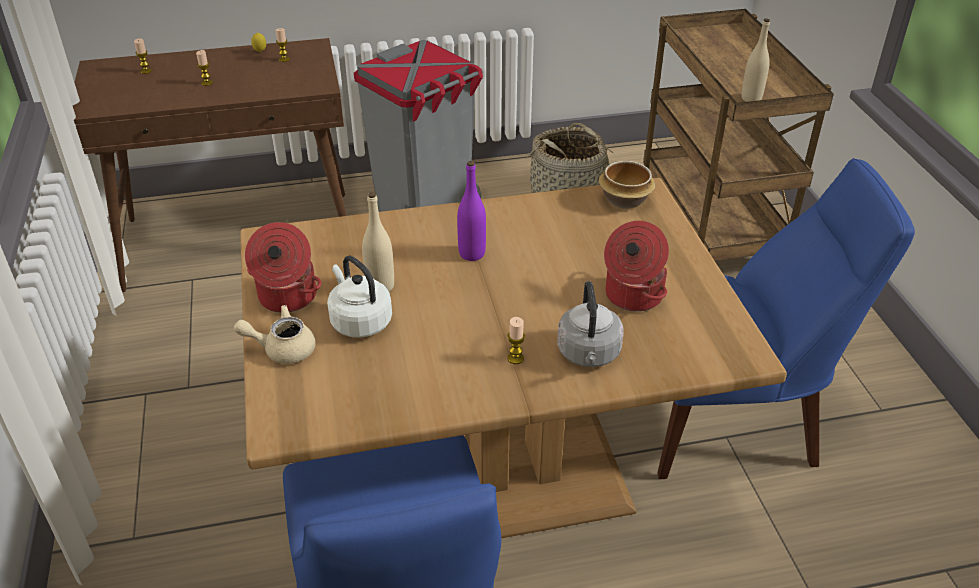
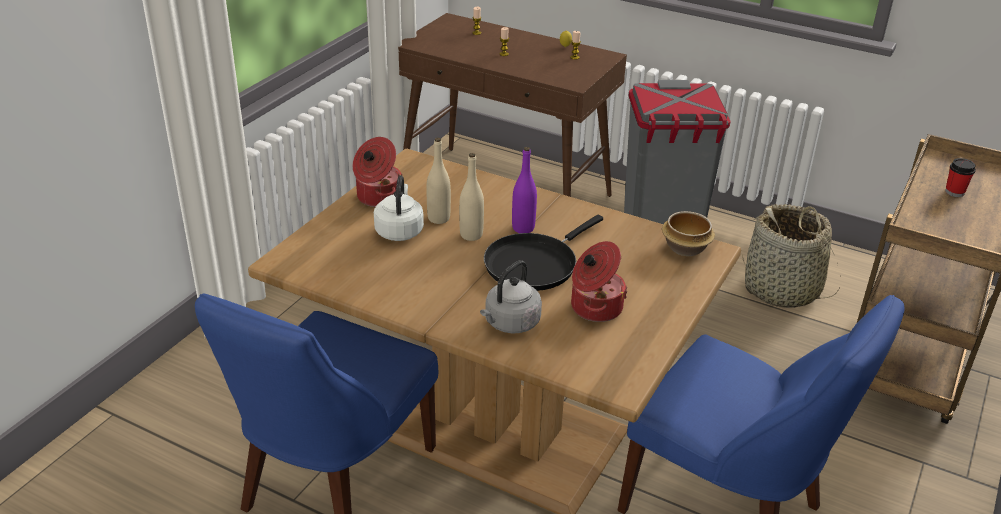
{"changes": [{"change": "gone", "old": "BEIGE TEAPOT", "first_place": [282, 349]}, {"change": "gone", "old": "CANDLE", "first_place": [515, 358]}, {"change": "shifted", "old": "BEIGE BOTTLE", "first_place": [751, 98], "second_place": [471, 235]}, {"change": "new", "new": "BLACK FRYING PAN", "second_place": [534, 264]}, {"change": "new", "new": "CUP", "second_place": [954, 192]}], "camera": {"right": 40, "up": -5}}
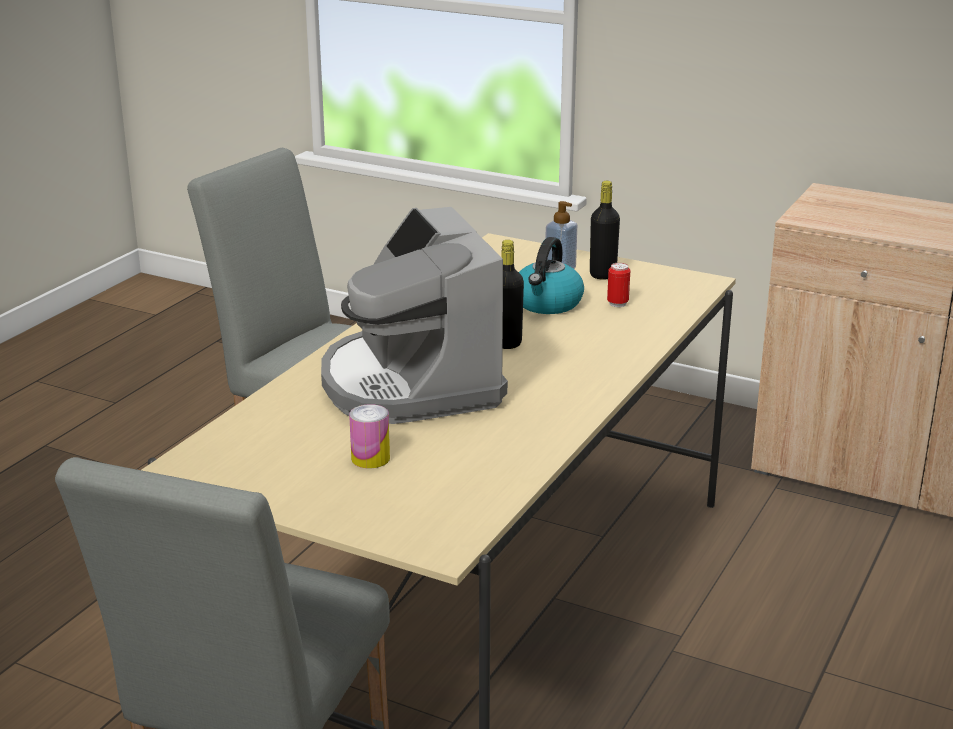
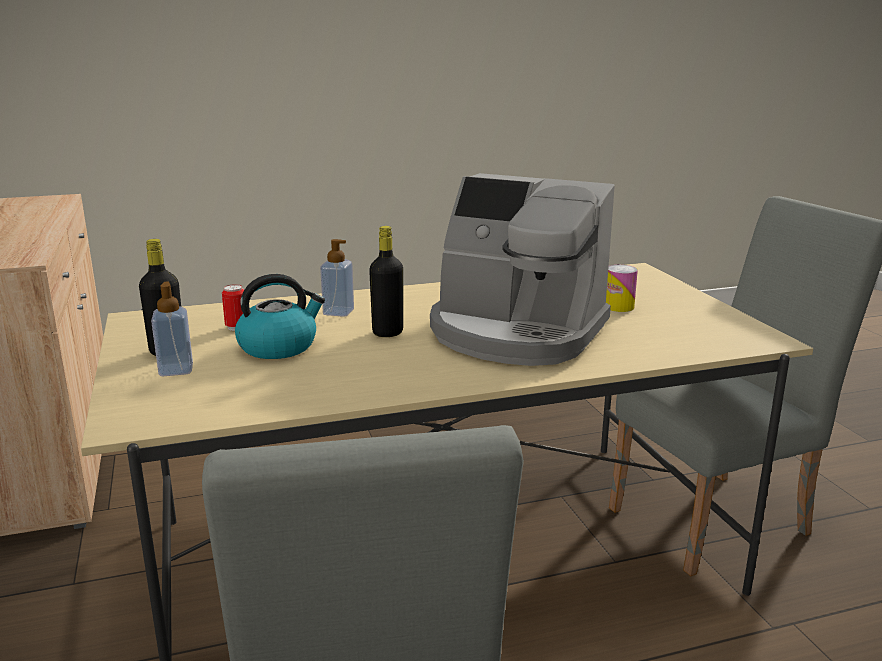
{"changes": [{"change": "rotated", "old": "COFFEE MACHINE", "first_place": [410, 383], "second_place": [516, 333], "degrees": 90}, {"change": "new", "new": "SOAP DISPENSER", "second_place": [338, 312]}], "camera": {"right": -135, "up": -5}}
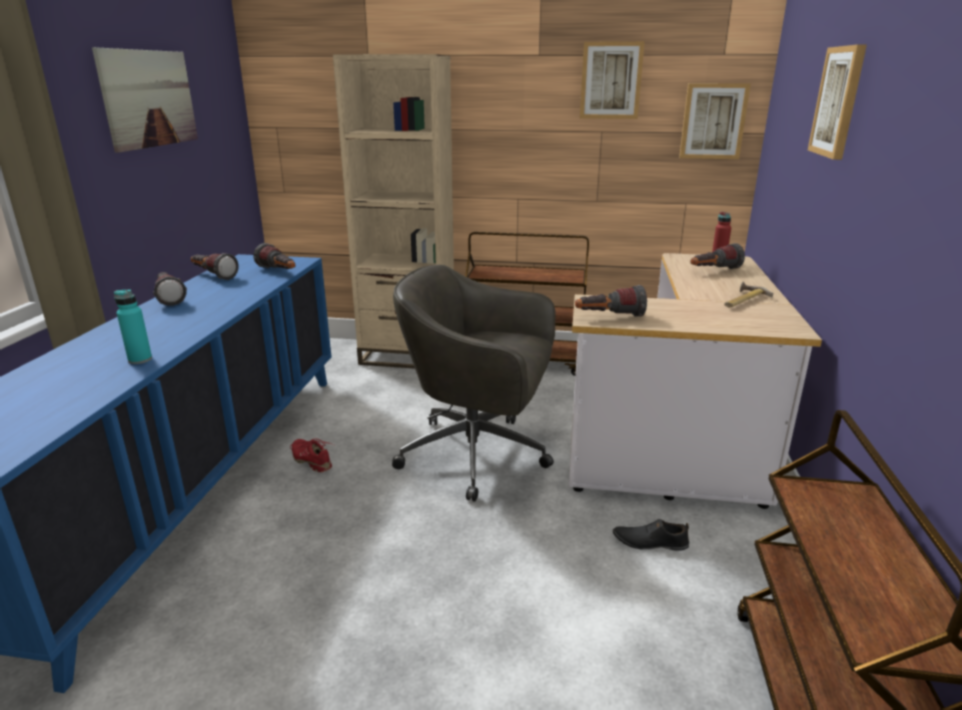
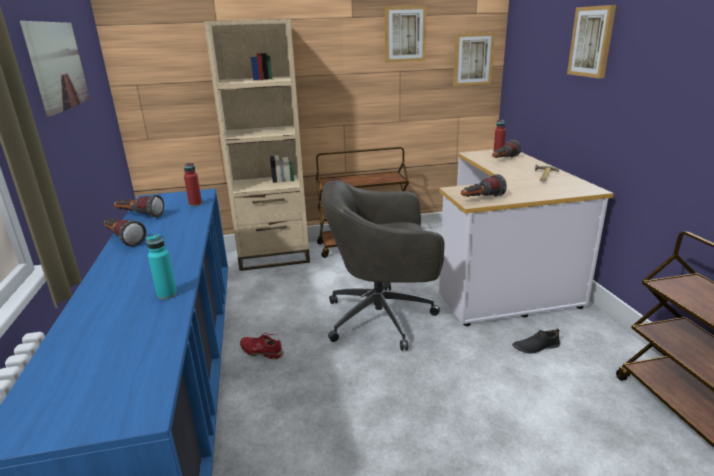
{"changes": [{"change": "swapped", "old": "FLASHLIGHT", "new": "RED BOTTLE", "first_place": [279, 272], "second_place": [195, 204]}], "camera": {"right": -20, "up": 0}}
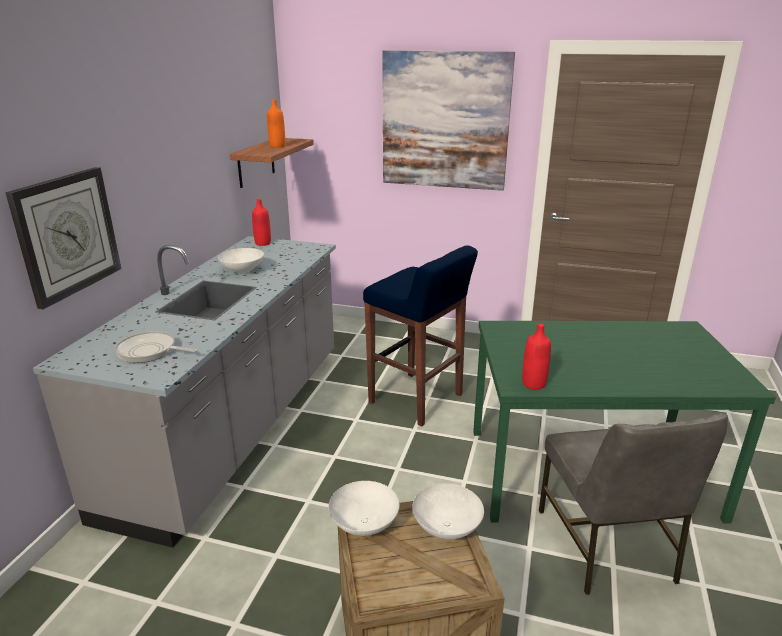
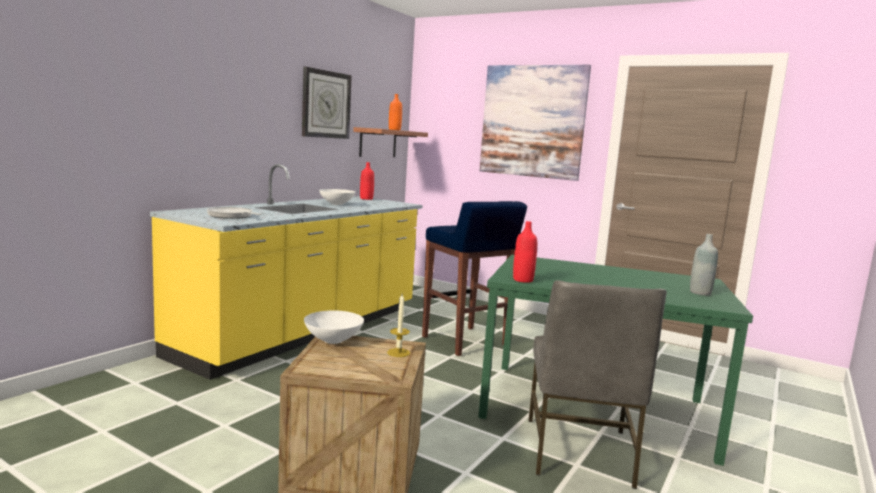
{"changes": [{"change": "shifted", "old": "WALL CLOCK", "first_place": [67, 235], "second_place": [326, 104]}, {"change": "repainted", "old": "GREY COUNTER", "new": "YELLOW COUNTER", "first_place": [235, 427], "second_place": [304, 331]}, {"change": "swapped", "old": "WHITE BOWL", "new": "CANDLE", "first_place": [447, 527], "second_place": [398, 352]}, {"change": "new", "new": "GREY BOTTLE", "second_place": [700, 292]}], "camera": {"right": 15, "up": -15}}
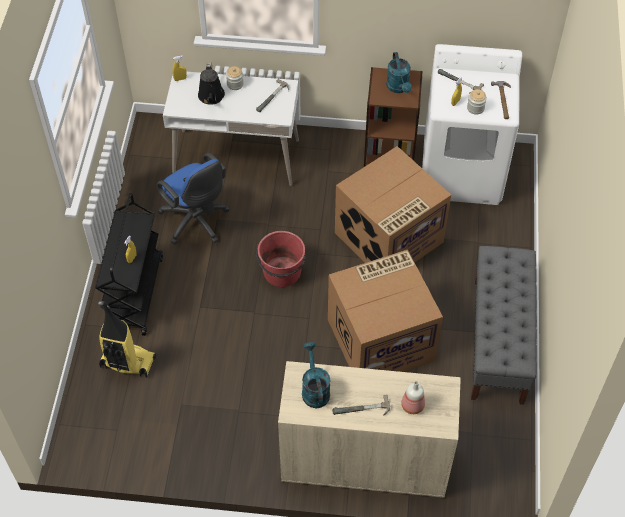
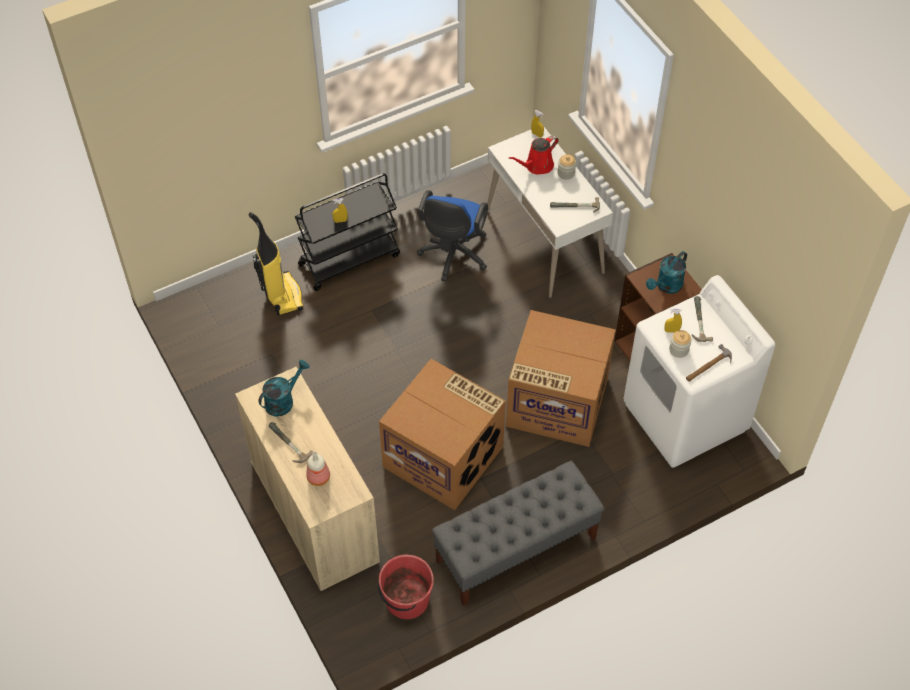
{"changes": [{"change": "repainted", "old": "BLACK WATERING CAN", "new": "RED WATERING CAN", "first_place": [211, 97], "second_place": [537, 166]}, {"change": "shifted", "old": "RED BUCKET", "first_place": [282, 272], "second_place": [406, 599]}], "camera": {"right": 55, "up": 0}}
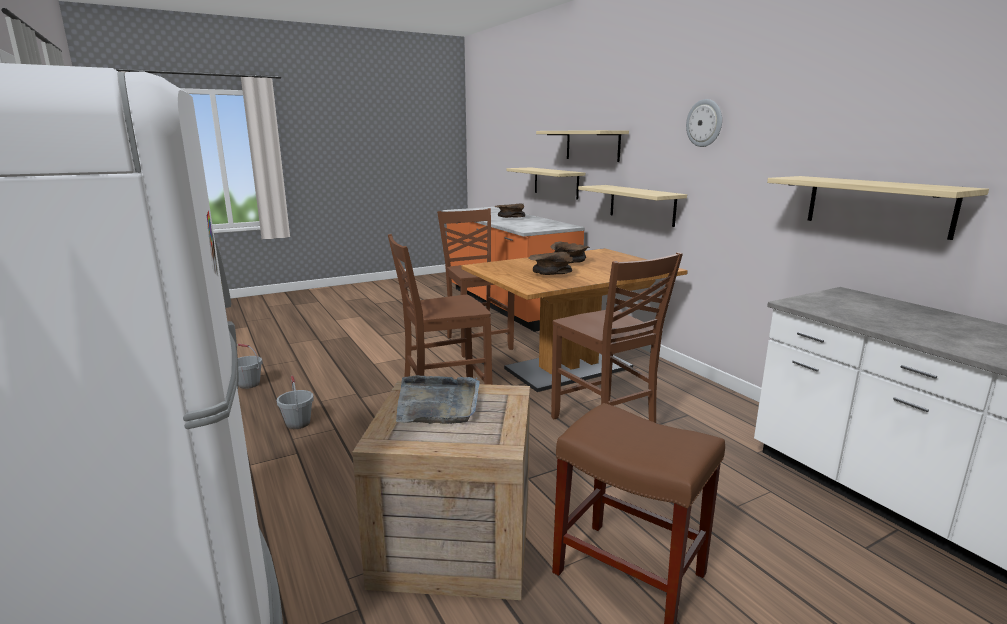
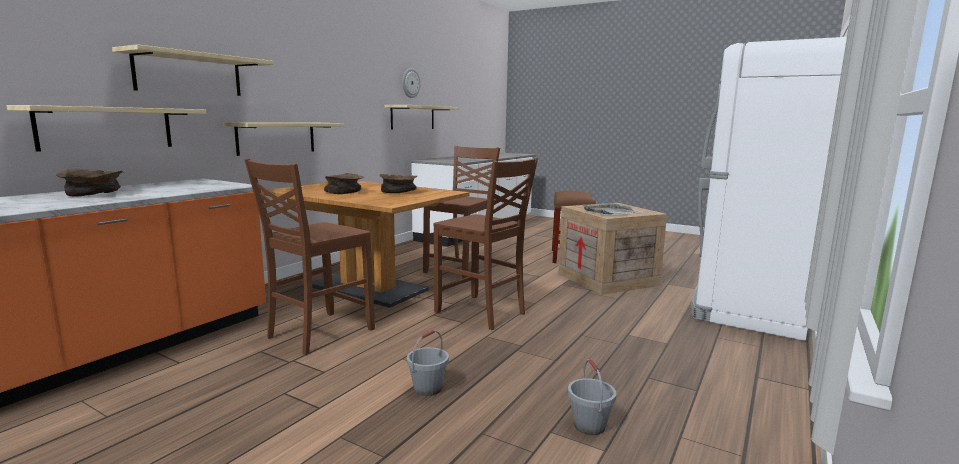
{"changes": [{"change": "shifted", "old": "GREY BUCKET", "first_place": [298, 423], "second_place": [428, 389]}, {"change": "shifted", "old": "WALL CLOCK", "first_place": [704, 123], "second_place": [410, 83]}], "camera": {"right": -120, "up": -5}}
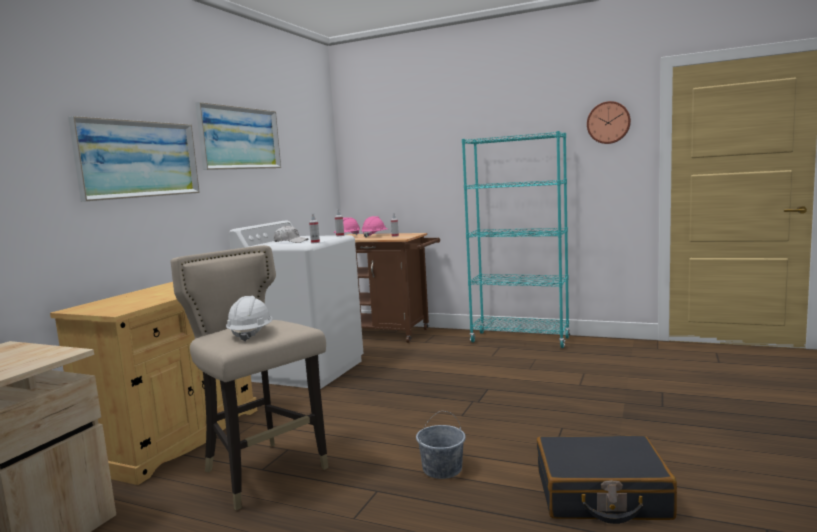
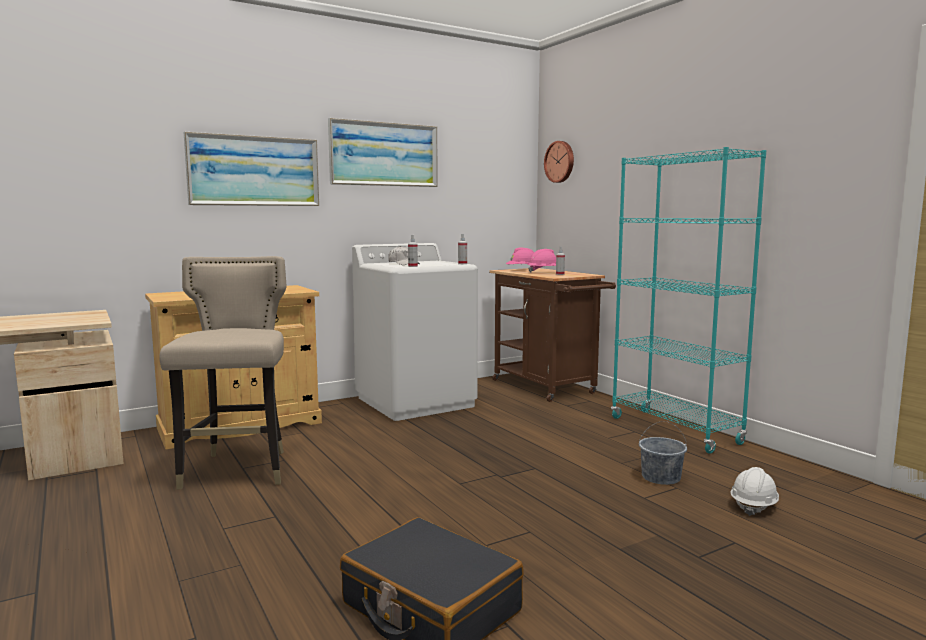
{"changes": [{"change": "shifted", "old": "WHITE HARD HAT", "first_place": [250, 334], "second_place": [753, 506]}, {"change": "shifted", "old": "GREY BUCKET", "first_place": [442, 469], "second_place": [661, 477]}, {"change": "shifted", "old": "WALL CLOCK", "first_place": [608, 122], "second_place": [560, 162]}], "camera": {"right": 35, "up": 0}}
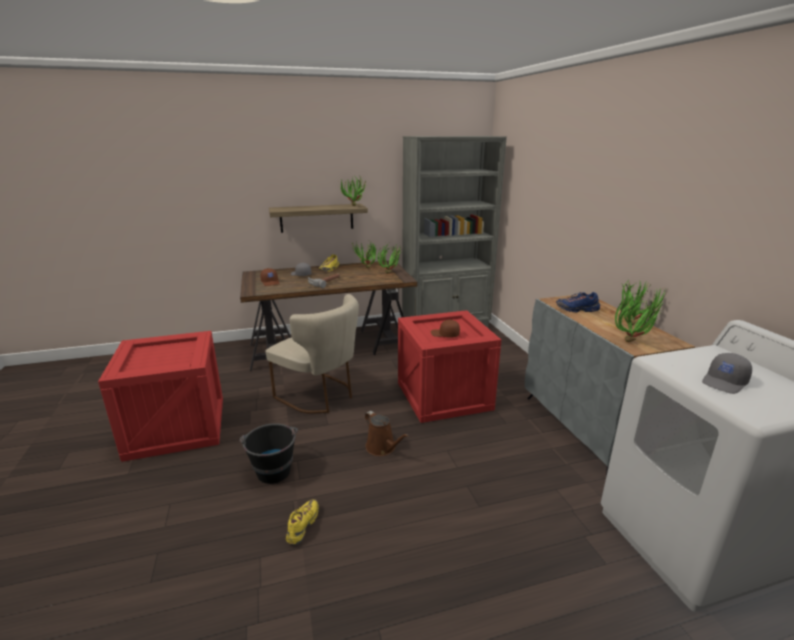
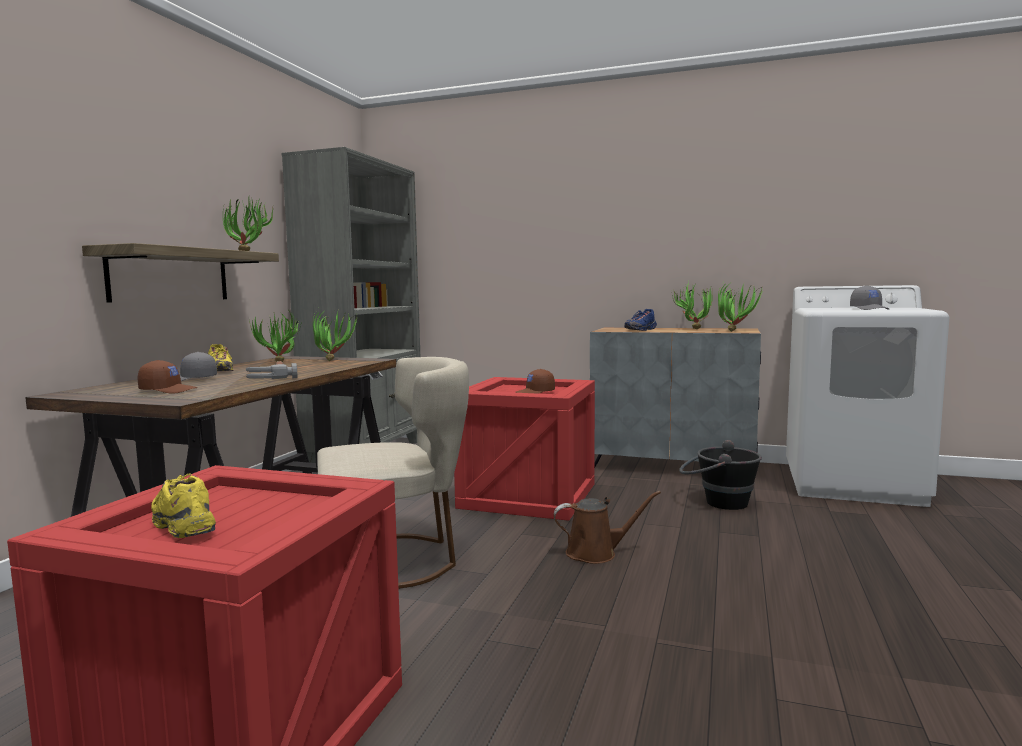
{"changes": [{"change": "shifted", "old": "BLACK BUCKET", "first_place": [273, 467], "second_place": [717, 502]}, {"change": "shifted", "old": "YELLOW SHOE", "first_place": [303, 526], "second_place": [183, 525]}], "camera": {"right": -55, "up": -15}}
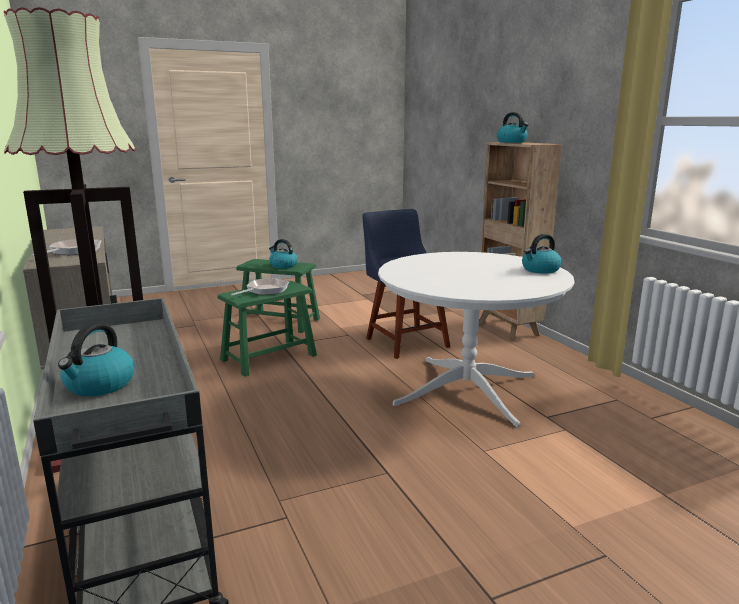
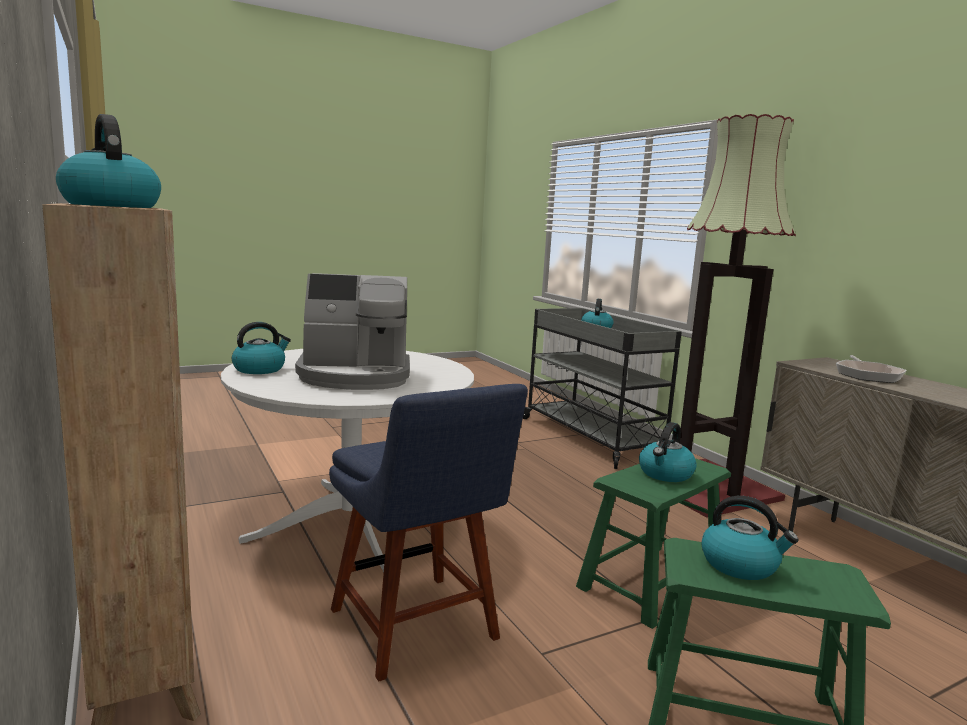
{"changes": [{"change": "swapped", "old": "FRYING PAN", "new": "KETTLE", "first_place": [265, 290], "second_place": [665, 474]}, {"change": "new", "new": "COFFEE MACHINE", "second_place": [355, 376]}], "camera": {"right": 175, "up": -5}}
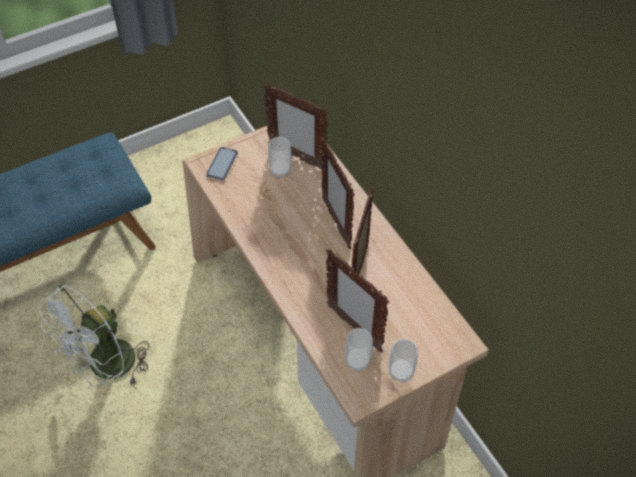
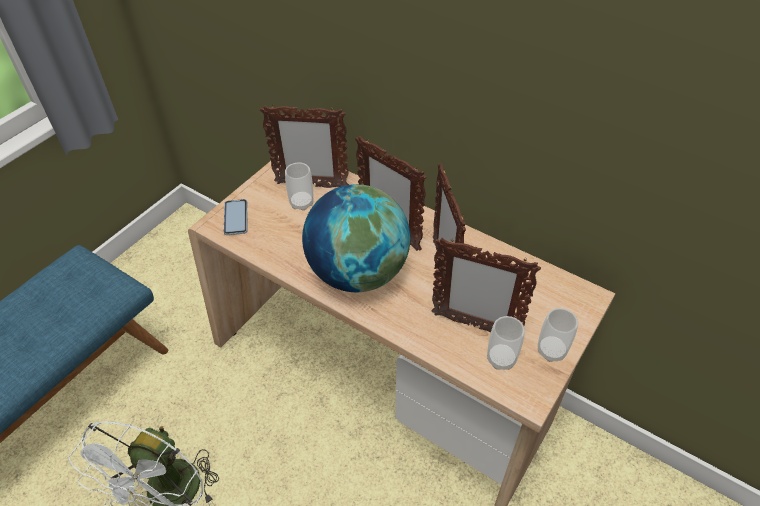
{"changes": [{"change": "new", "new": "GLOBE", "second_place": [358, 272]}], "camera": {"right": -25, "up": -5}}
